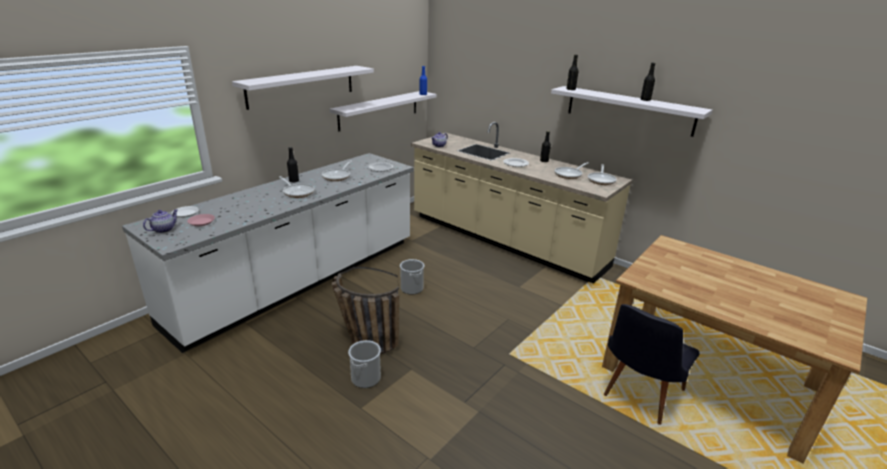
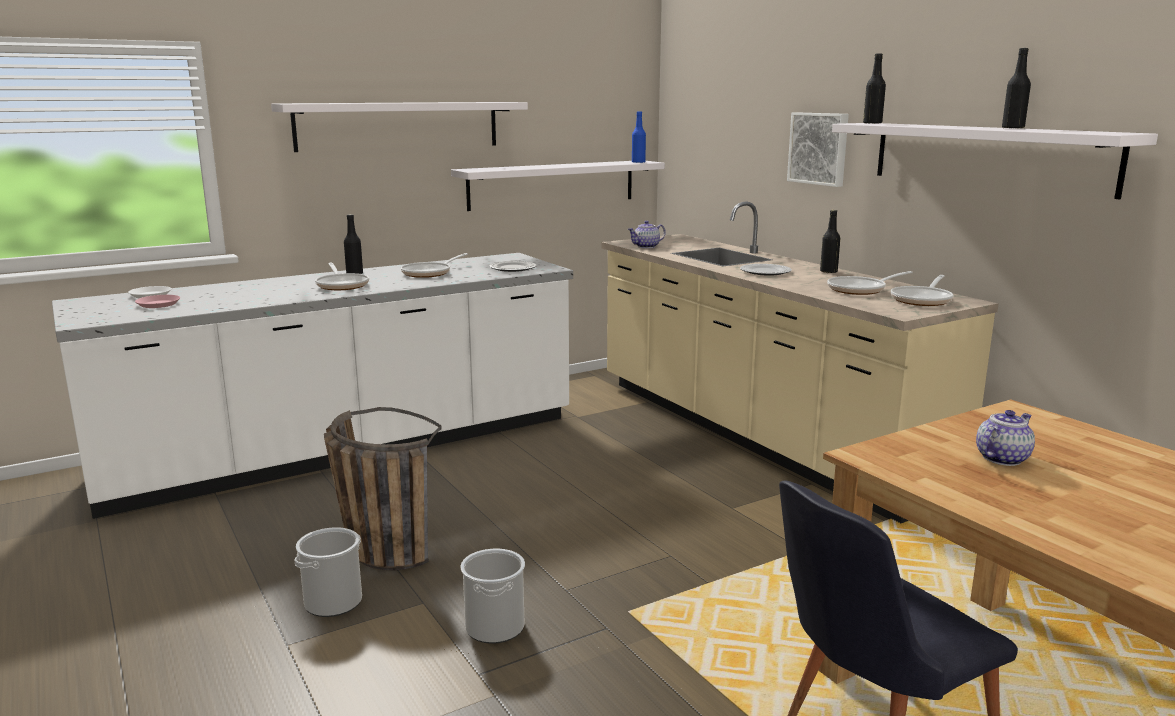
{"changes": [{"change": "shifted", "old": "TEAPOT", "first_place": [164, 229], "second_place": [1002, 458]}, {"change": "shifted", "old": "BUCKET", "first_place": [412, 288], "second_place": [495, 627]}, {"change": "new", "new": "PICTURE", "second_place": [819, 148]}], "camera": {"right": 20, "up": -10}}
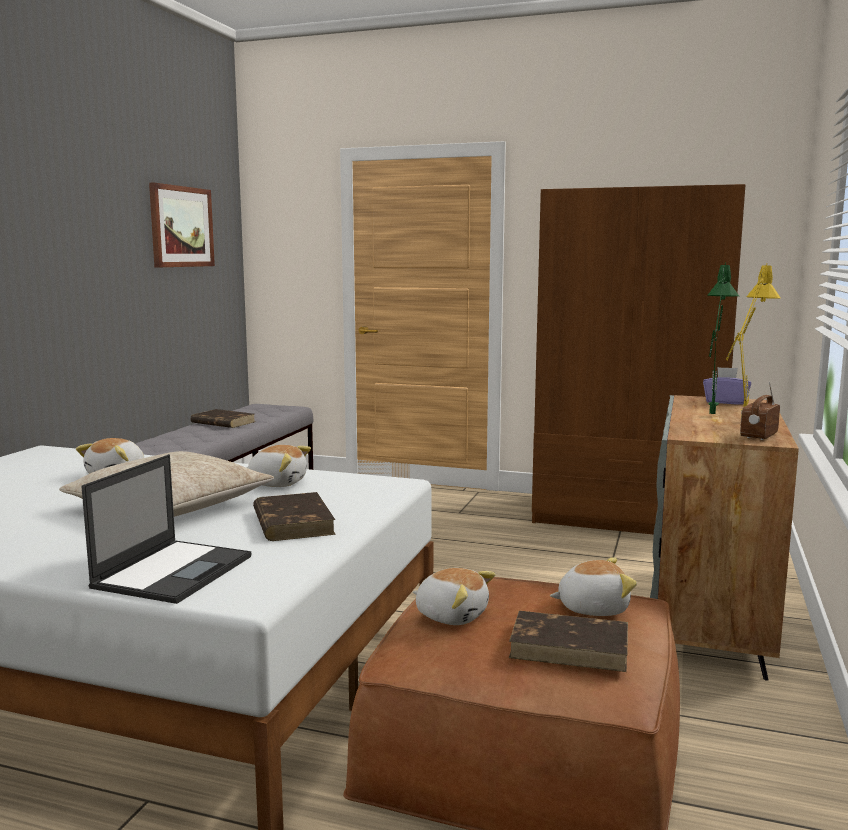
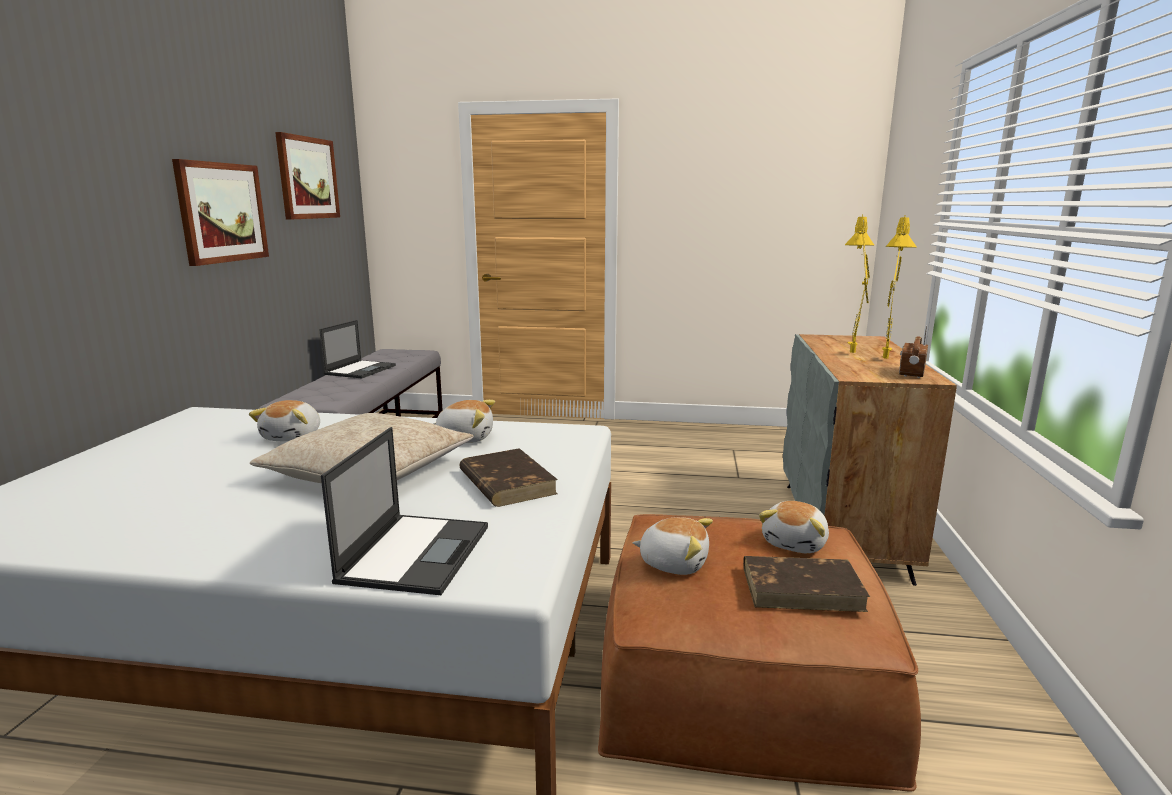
{"changes": [{"change": "swapped", "old": "BROWN BOOK", "new": "LAPTOP", "first_place": [222, 422], "second_place": [361, 369]}, {"change": "gone", "old": "BROWN WARDROBE", "first_place": [626, 517]}, {"change": "rotated", "old": "PLUSH TOY", "first_place": [592, 608], "second_place": [795, 543], "degrees": 135}, {"change": "gone", "old": "PURPLE TISSUE BOX", "first_place": [725, 402]}, {"change": "repainted", "old": "GREEN TABLE LAMP", "new": "YELLOW TABLE LAMP", "first_place": [711, 417], "second_place": [853, 356]}, {"change": "new", "new": "PICTURE", "second_place": [222, 212]}], "camera": {"right": -10, "up": 5}}
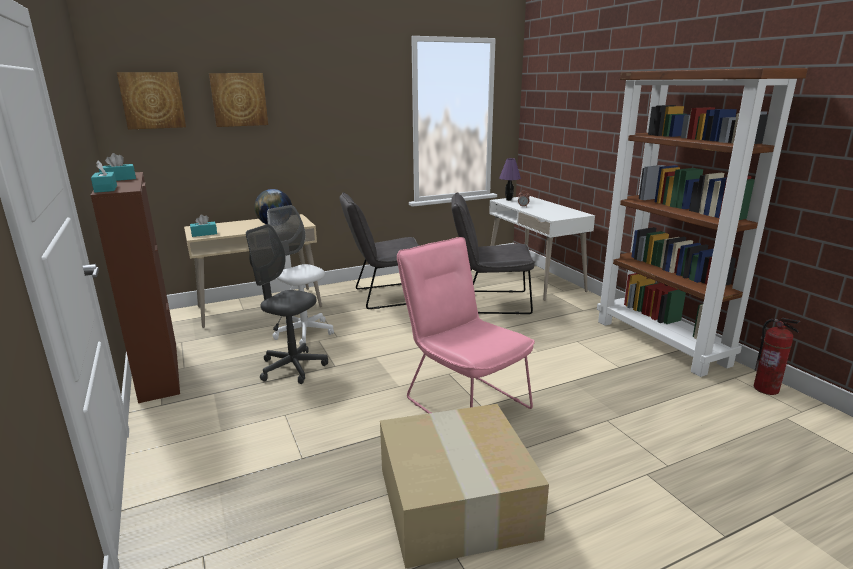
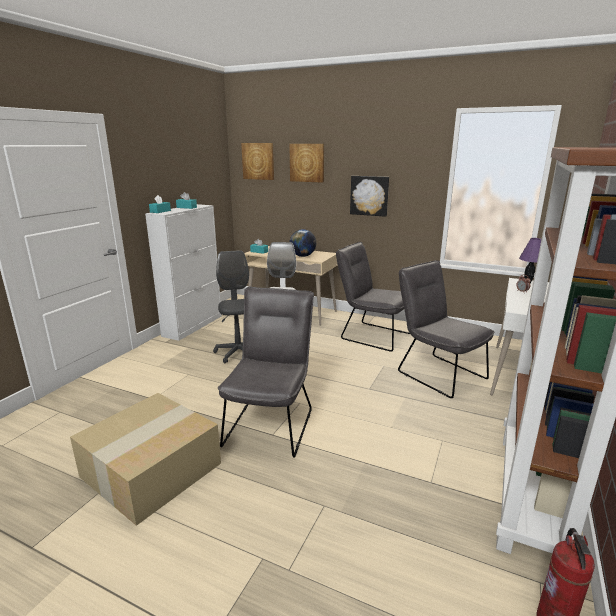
{"changes": [{"change": "repainted", "old": "BROWN CABINET", "new": "WHITE CABINET", "first_place": [159, 370], "second_place": [193, 325]}, {"change": "repainted", "old": "PINK CHAIR", "new": "GREY CHAIR", "first_place": [462, 400], "second_place": [271, 423]}, {"change": "new", "new": "PICTURE", "second_place": [369, 195]}], "camera": {"right": 50, "up": 0}}
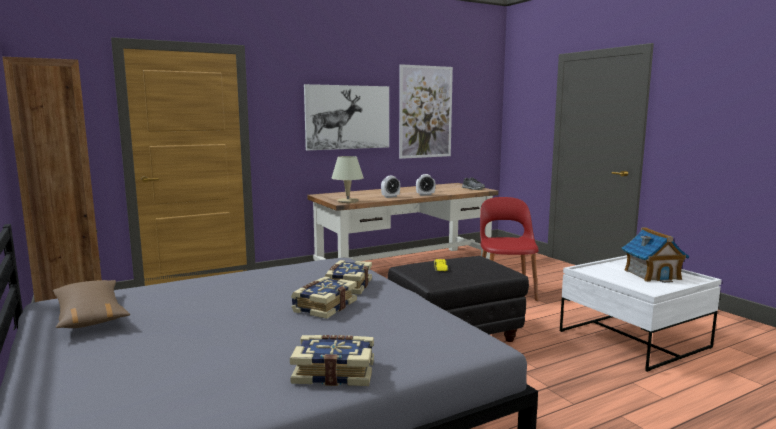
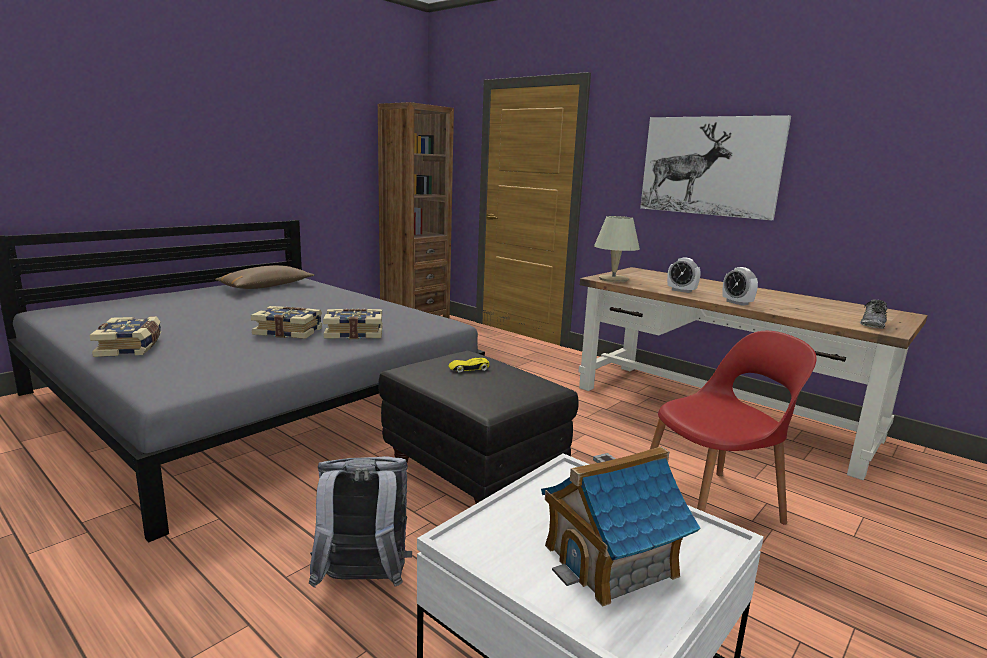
{"changes": [{"change": "gone", "old": "PICTURE", "first_place": [425, 112]}, {"change": "new", "new": "GREY BACKPACK", "second_place": [362, 582]}], "camera": {"right": 70, "up": 5}}
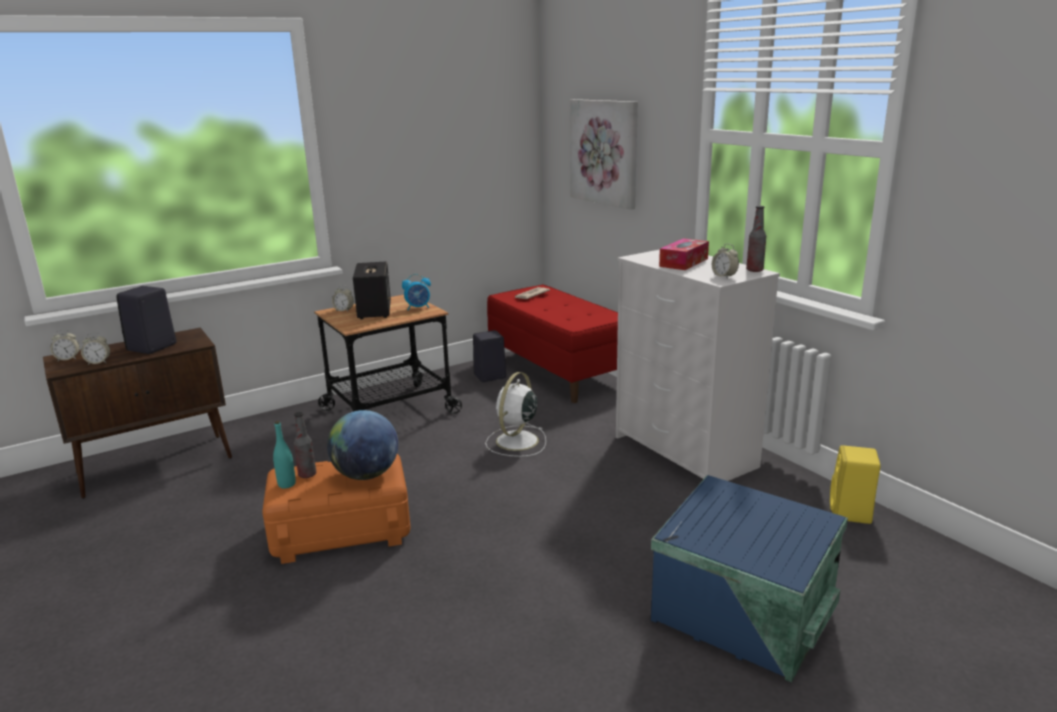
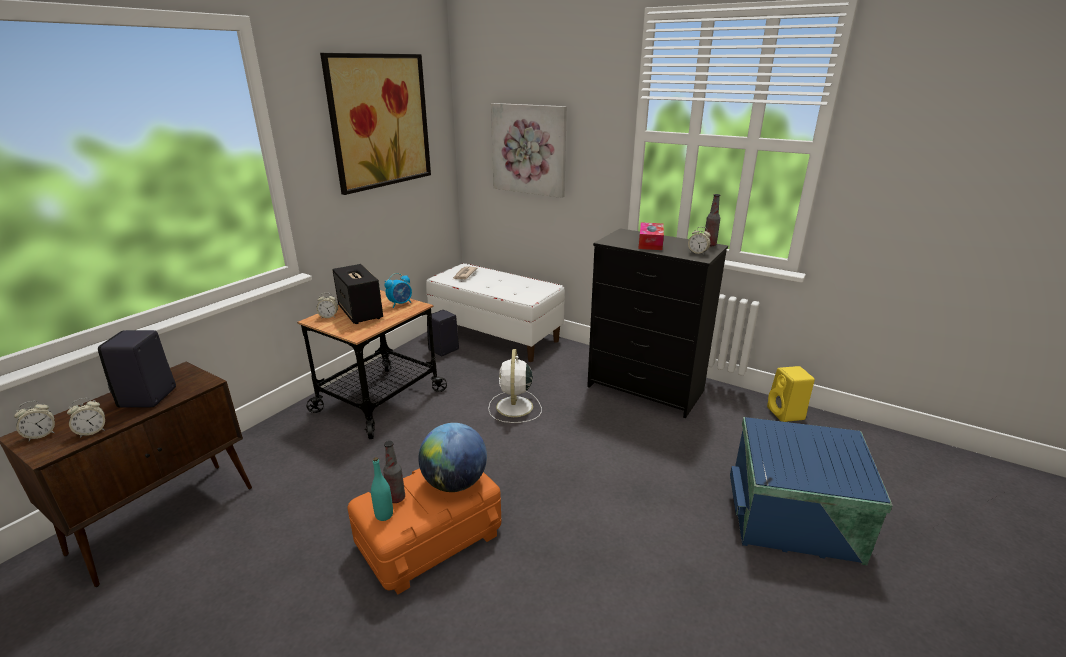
{"changes": [{"change": "repainted", "old": "RED BENCH", "new": "WHITE BENCH", "first_place": [557, 372], "second_place": [496, 336]}, {"change": "repainted", "old": "WHITE DRESSER", "new": "BLACK DRESSER", "first_place": [686, 452], "second_place": [646, 389]}, {"change": "new", "new": "PICTURE", "second_place": [380, 121]}], "camera": {"right": -25, "up": 5}}
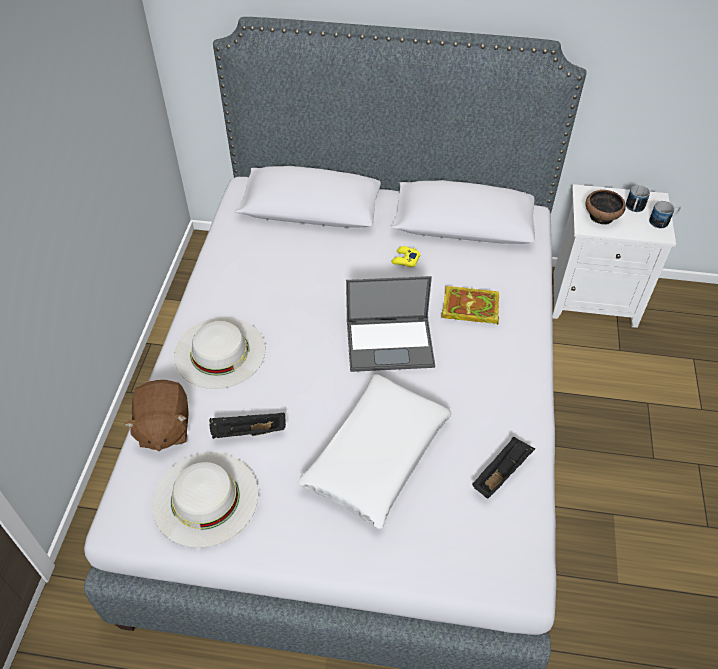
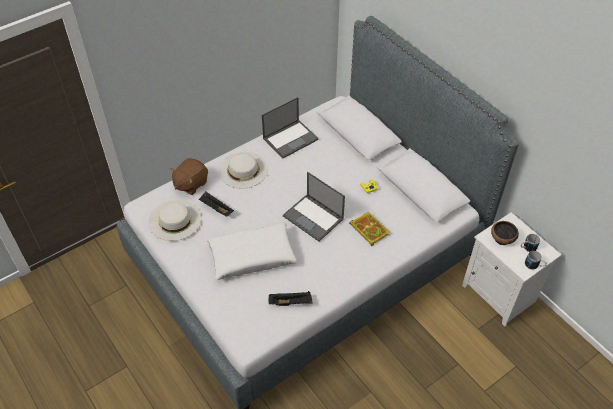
{"changes": [{"change": "new", "new": "LAPTOP", "second_place": [291, 138]}], "camera": {"right": 45, "up": 0}}
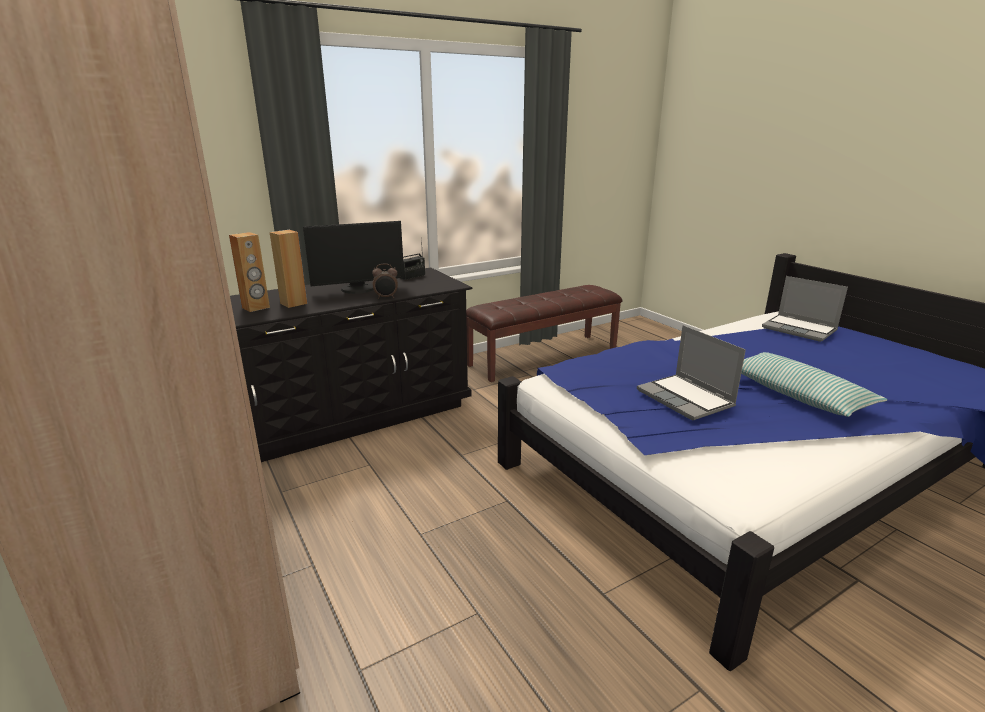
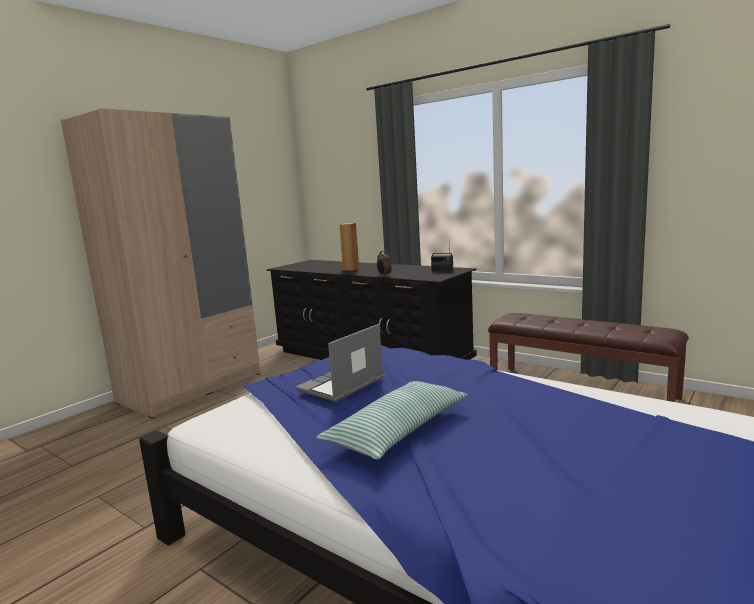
{"changes": [{"change": "gone", "old": "BROWN SPEAKER", "first_place": [256, 307]}, {"change": "gone", "old": "MONITOR", "first_place": [358, 289]}, {"change": "gone", "old": "LAPTOP", "first_place": [800, 329]}], "camera": {"right": 70, "up": -10}}
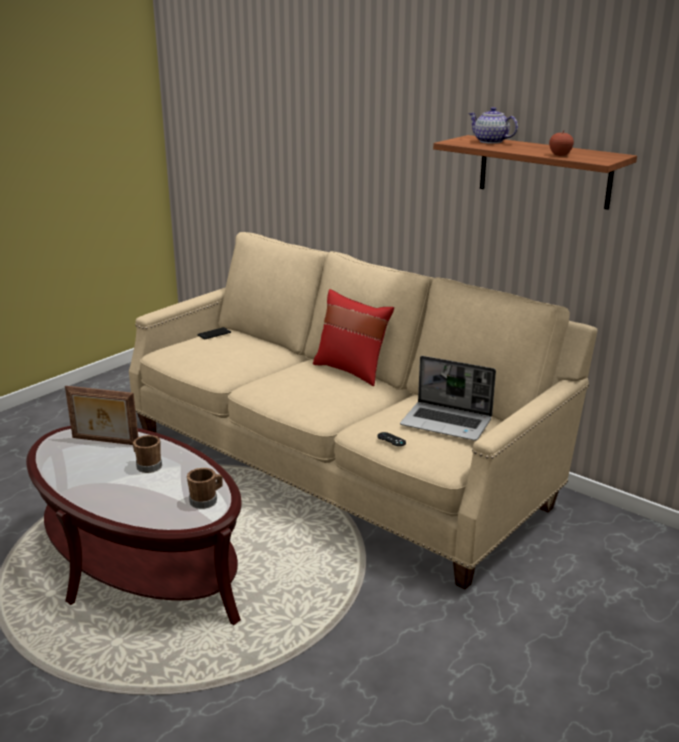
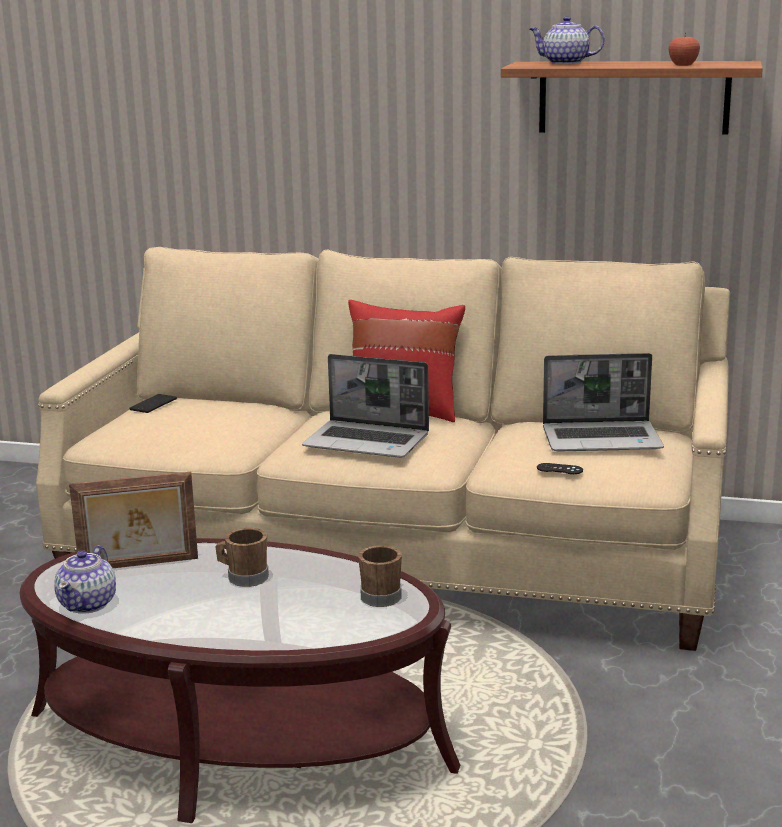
{"changes": [{"change": "new", "new": "TEAPOT", "second_place": [88, 604]}, {"change": "new", "new": "LAPTOP", "second_place": [368, 442]}], "camera": {"right": -25, "up": -5}}
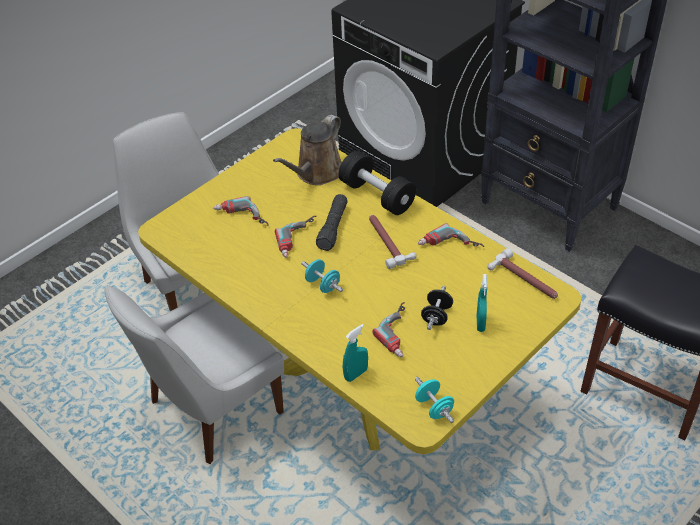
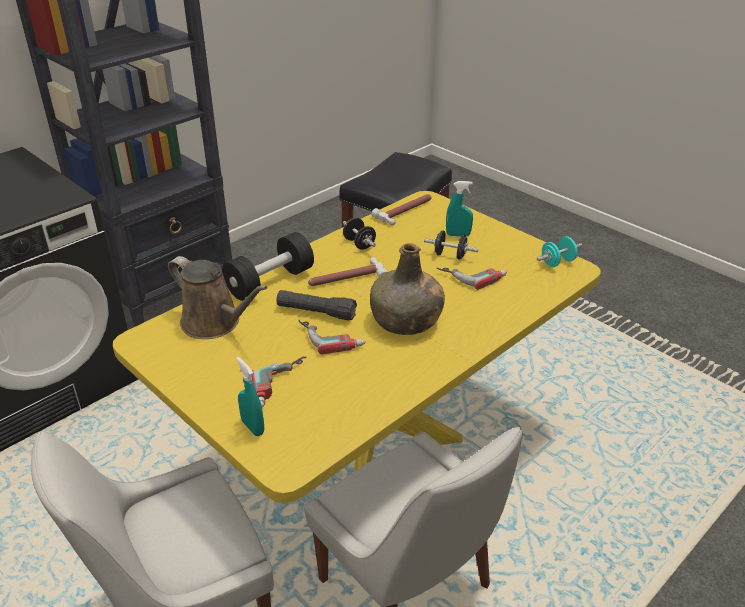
{"changes": [{"change": "swapped", "old": "TURQUOISE DUMBBELL", "new": "GREEN BOTTLE", "first_place": [323, 284], "second_place": [406, 320]}, {"change": "shifted", "old": "TURQUOISE SPRAY BOTTLE", "first_place": [356, 374], "second_place": [253, 427]}, {"change": "swapped", "old": "POWER DRILL", "new": "BLACK DUMBBELL", "first_place": [449, 247], "second_place": [359, 244]}], "camera": {"right": -90, "up": -10}}
